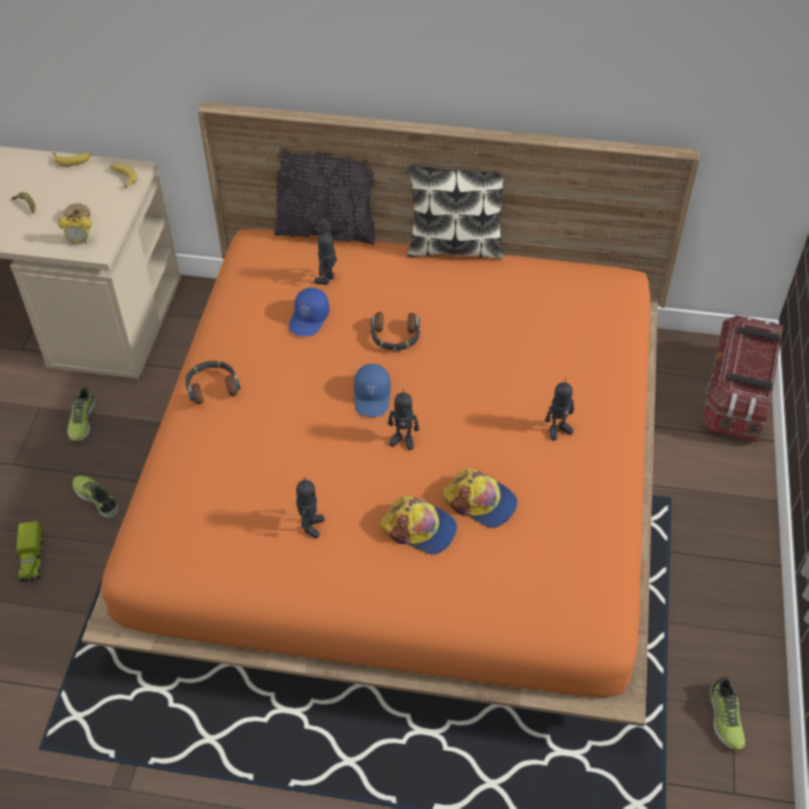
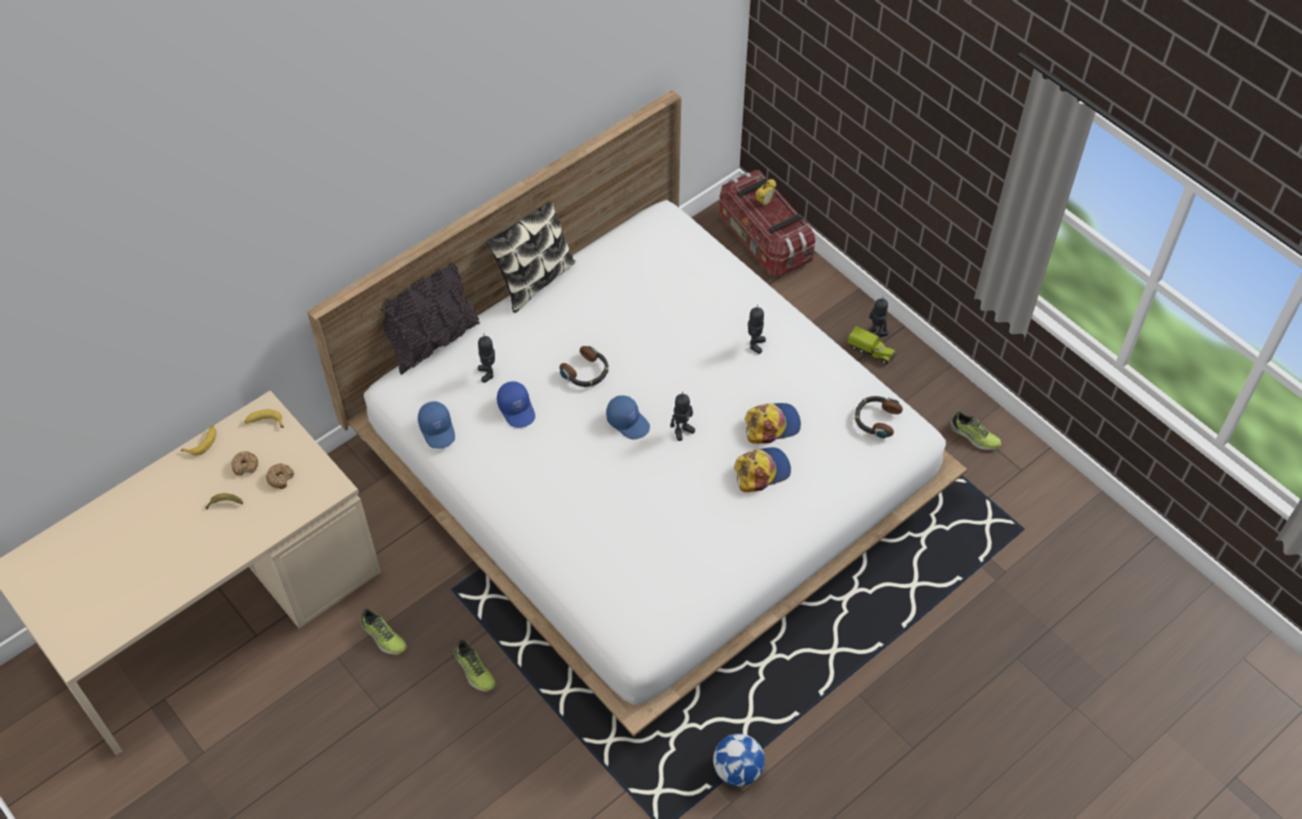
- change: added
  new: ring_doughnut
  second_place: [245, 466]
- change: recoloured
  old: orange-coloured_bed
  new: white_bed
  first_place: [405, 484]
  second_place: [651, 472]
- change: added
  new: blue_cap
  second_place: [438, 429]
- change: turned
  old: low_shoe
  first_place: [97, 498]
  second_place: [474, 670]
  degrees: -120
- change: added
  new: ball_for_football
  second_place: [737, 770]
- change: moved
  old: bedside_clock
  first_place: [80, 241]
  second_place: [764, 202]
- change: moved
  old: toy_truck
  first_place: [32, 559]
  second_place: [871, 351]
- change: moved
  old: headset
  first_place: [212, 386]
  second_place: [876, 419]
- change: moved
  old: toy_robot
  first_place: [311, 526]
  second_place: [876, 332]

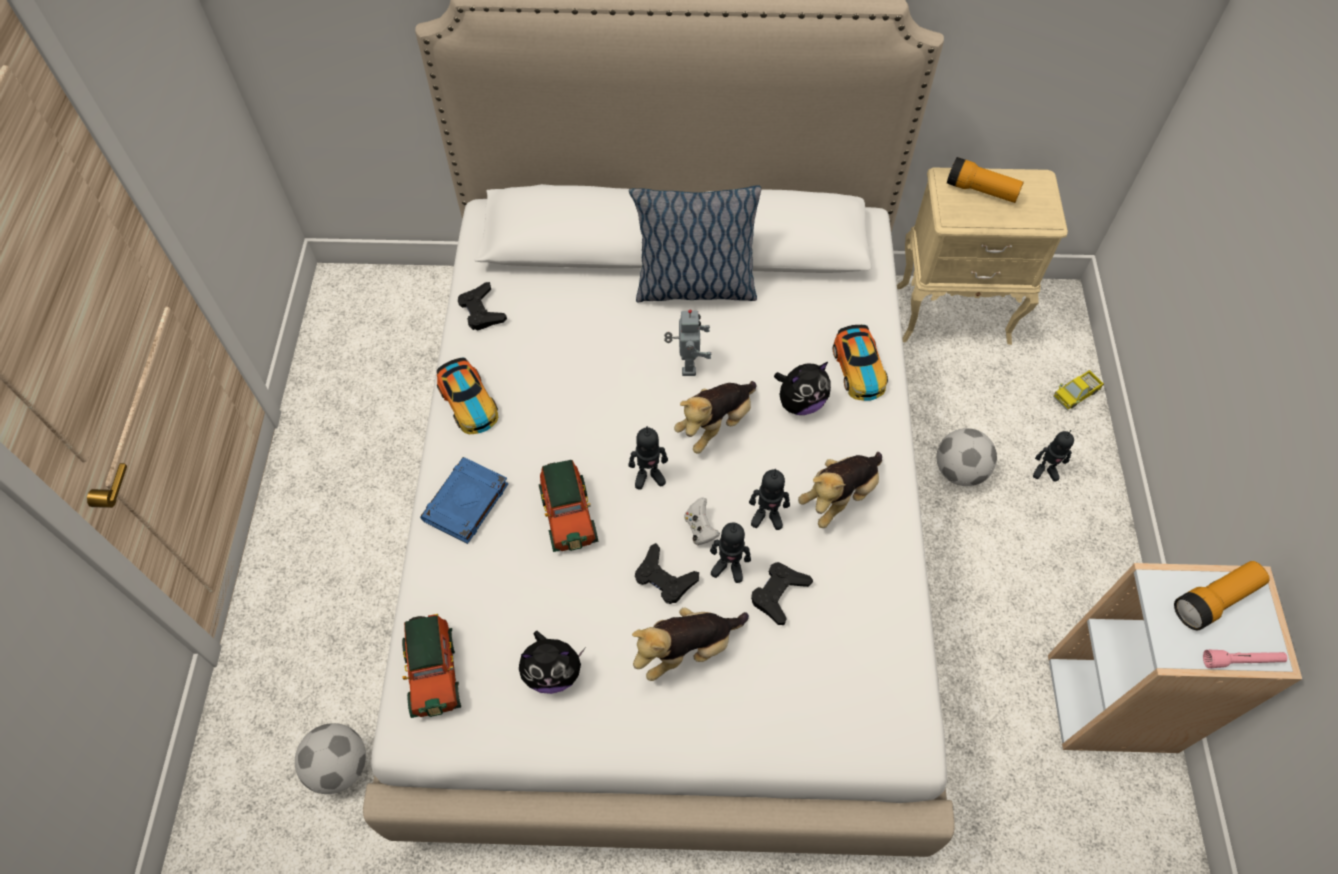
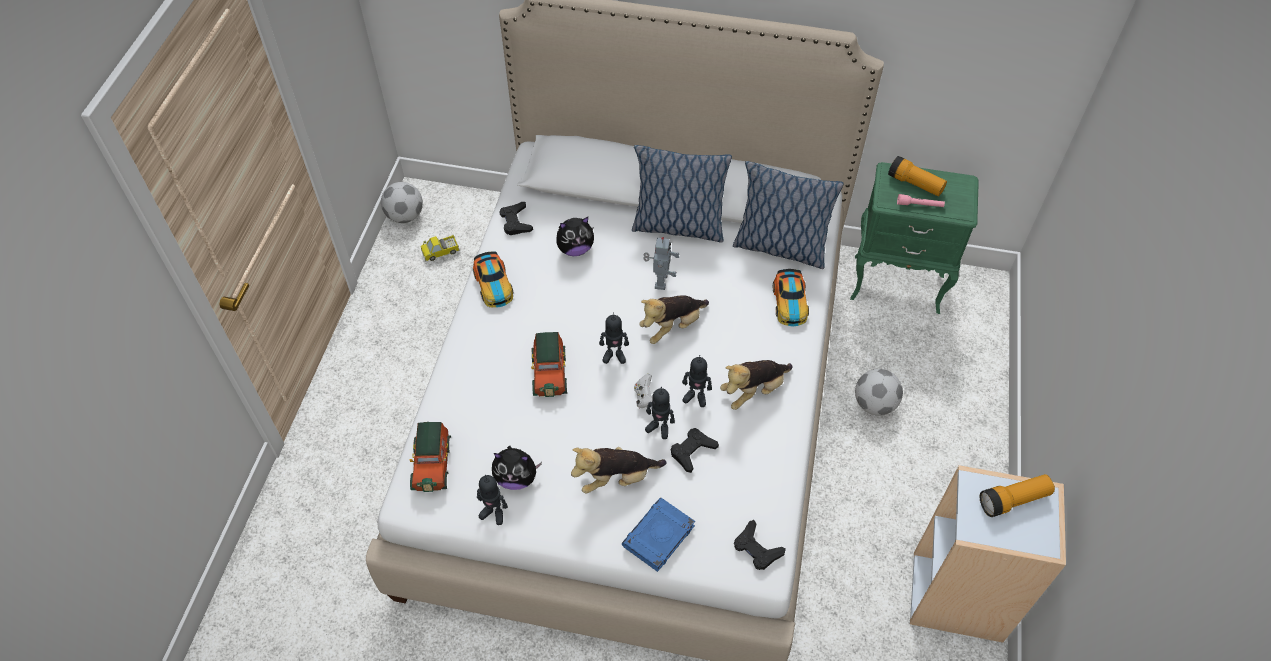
- change: moved
  old: ball_for_football
  first_place: [339, 766]
  second_place: [405, 216]
- change: moved
  old: toy_truck
  first_place: [1075, 394]
  second_place: [440, 252]
- change: moved
  old: toy_robot
  first_place: [1045, 471]
  second_place: [493, 513]
- change: moved
  old: soft_toy
  first_place: [800, 402]
  second_place: [575, 249]
- change: moved
  old: blue_bound_book
  first_place: [465, 503]
  second_place: [658, 537]
- change: added
  new: cushion
  second_place: [779, 247]
- change: moved
  old: blackish_game_controller
  first_place: [664, 578]
  second_place: [757, 549]
- change: recoloured
  old: beige_nightstand
  new: green_nightstand
  first_place: [953, 314]
  second_place: [897, 284]
- change: moved
  old: pink_torch
  first_place: [1241, 661]
  second_place: [919, 205]

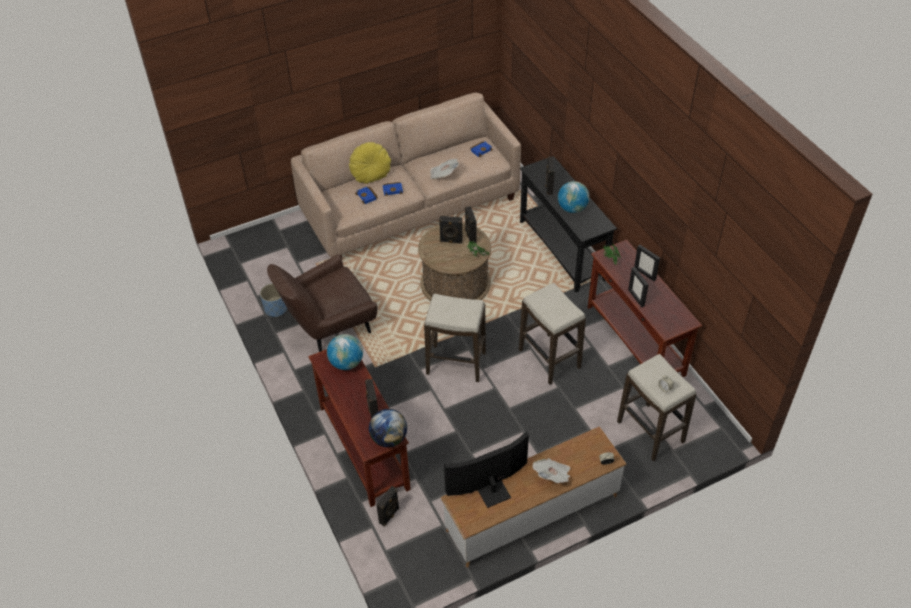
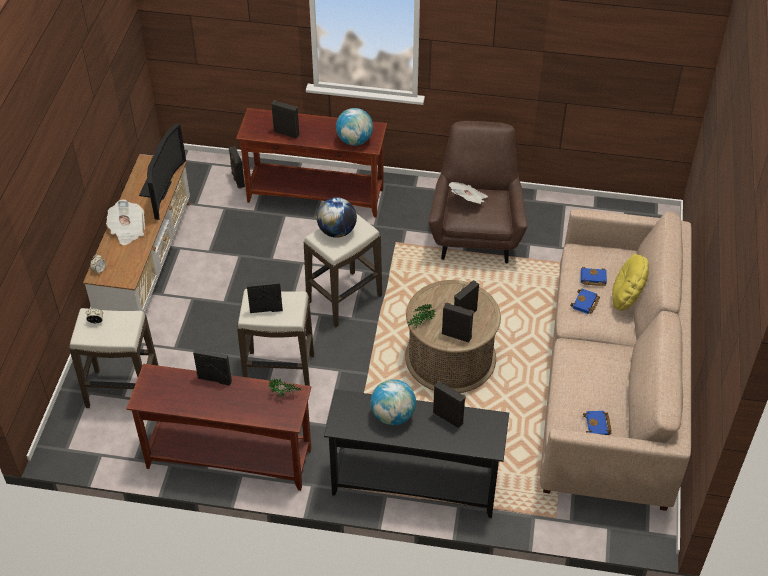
- change: moved
  old: picture_frame
  first_place: [645, 273]
  second_place: [266, 310]
- change: moved
  old: world_globe
  first_place: [389, 438]
  second_place: [337, 231]
- change: moved
  old: printed_paper
  first_place: [443, 175]
  second_place: [468, 200]
- change: removed
  old: blue_flower_pot
  first_place: [276, 309]

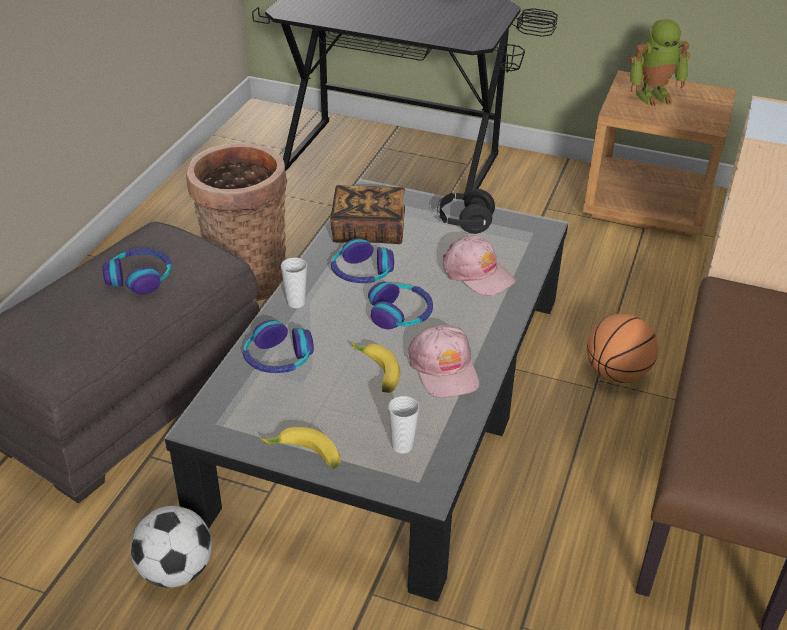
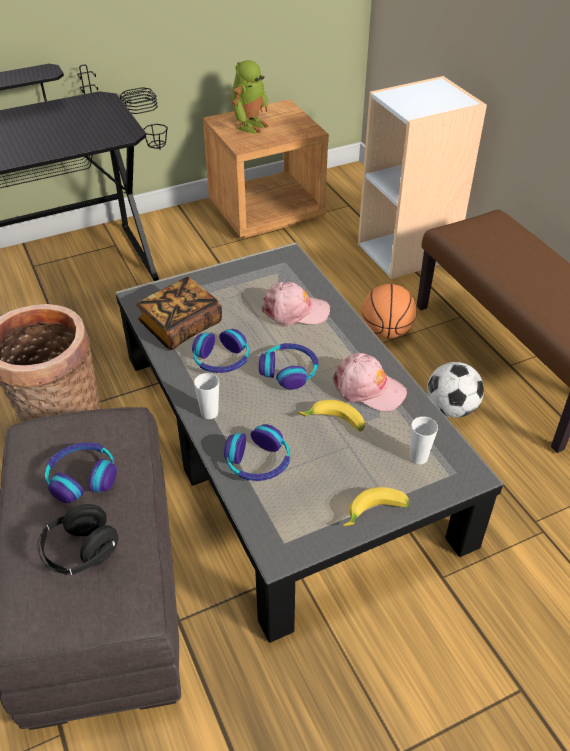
- change: moved
  old: blackish_headset
  first_place: [464, 223]
  second_place: [80, 552]
- change: moved
  old: ball_for_football
  first_place: [176, 570]
  second_place: [451, 409]

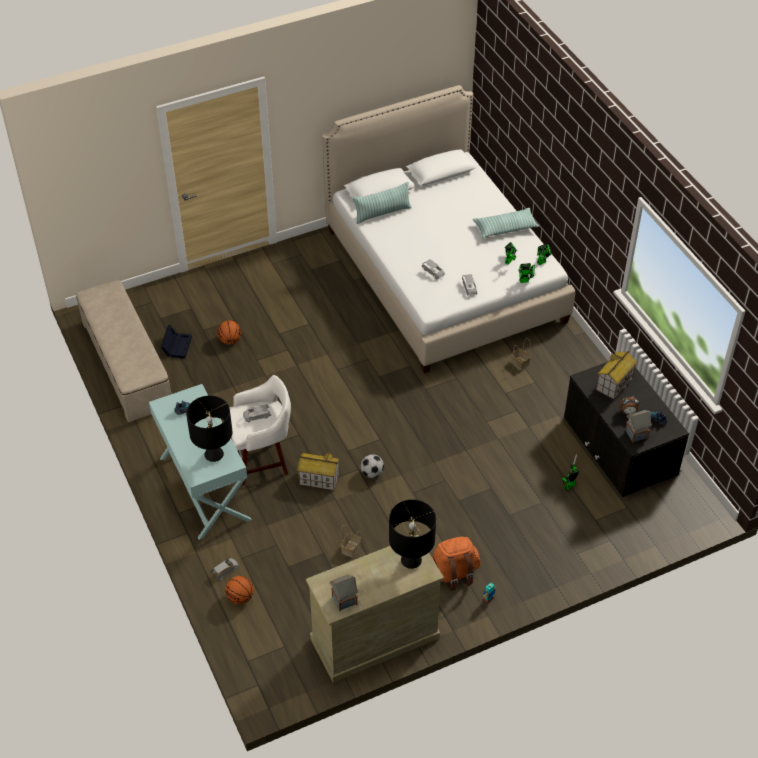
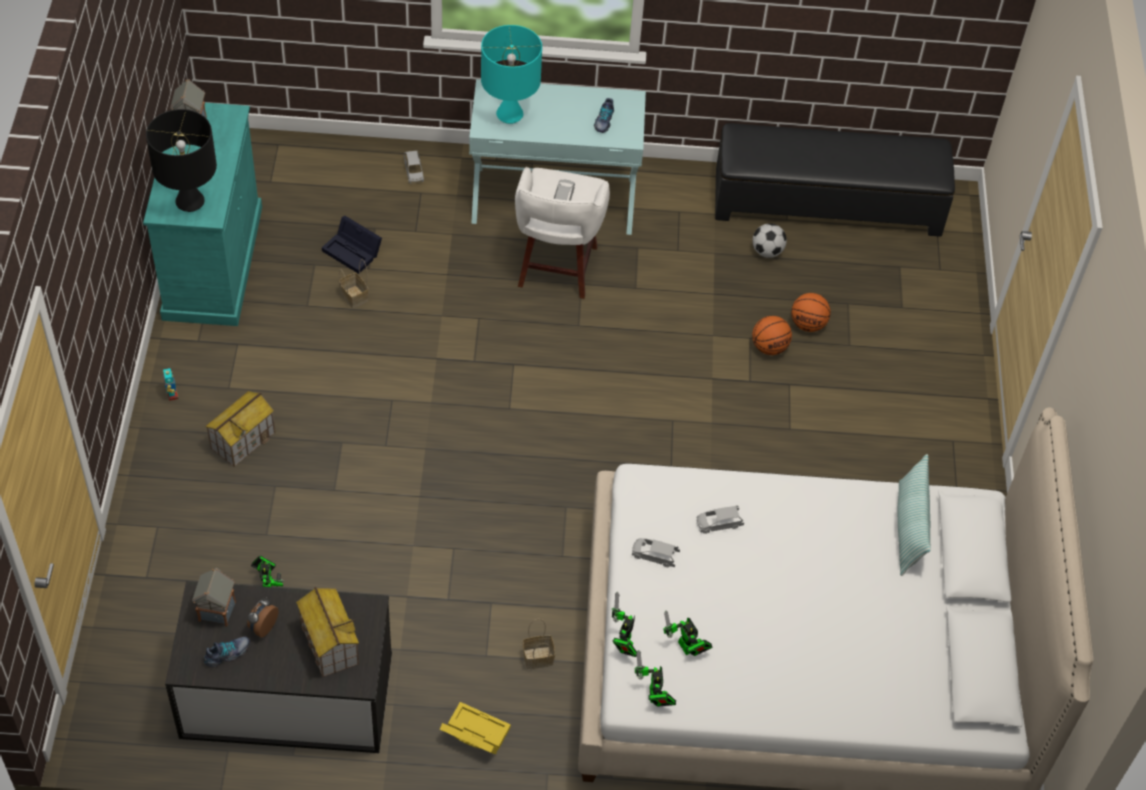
- change: recoloured
  old: beige_chest_of_drawers
  new: turquoise_chest_of_drawers
  first_place: [374, 639]
  second_place: [212, 261]
- change: moved
  old: miniature_house
  first_place: [318, 479]
  second_place: [243, 440]
- change: moved
  old: blackish_storage_container
  first_place: [177, 345]
  second_place: [353, 251]
- change: added
  new: yellowish_storage_container
  second_place: [473, 733]
- change: recoloured
  old: blackish_table_lamp
  new: turquoise_table_lamp
  first_place: [214, 455]
  second_place: [509, 116]
- change: recoloured
  old: beige_indoor_bench
  new: blackish_indoor_bench
  first_place: [126, 363]
  second_place: [828, 202]
- change: moved
  old: ball_for_football
  first_place: [372, 473]
  second_place: [767, 251]
- change: moved
  old: basketball
  first_place: [240, 597]
  second_place: [769, 347]
- change: removed
  old: orange-coloured_knapsack
  first_place: [453, 574]
- change: removed
  old: cushion
  first_place: [505, 228]

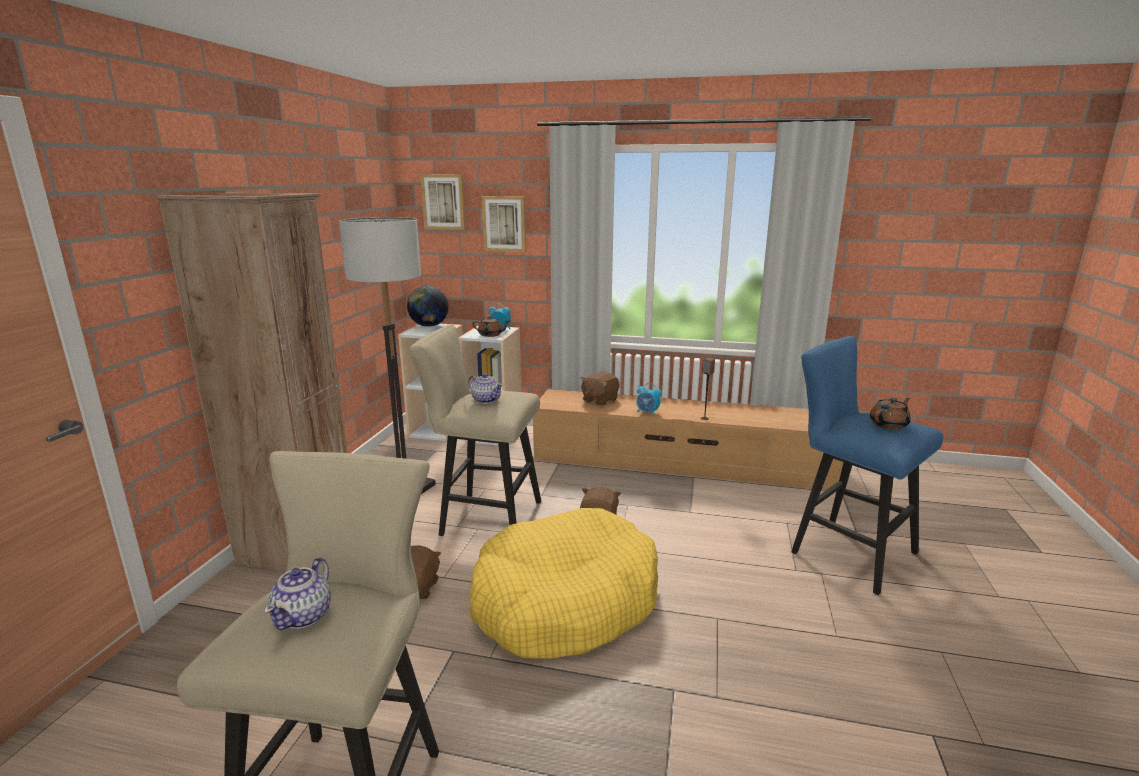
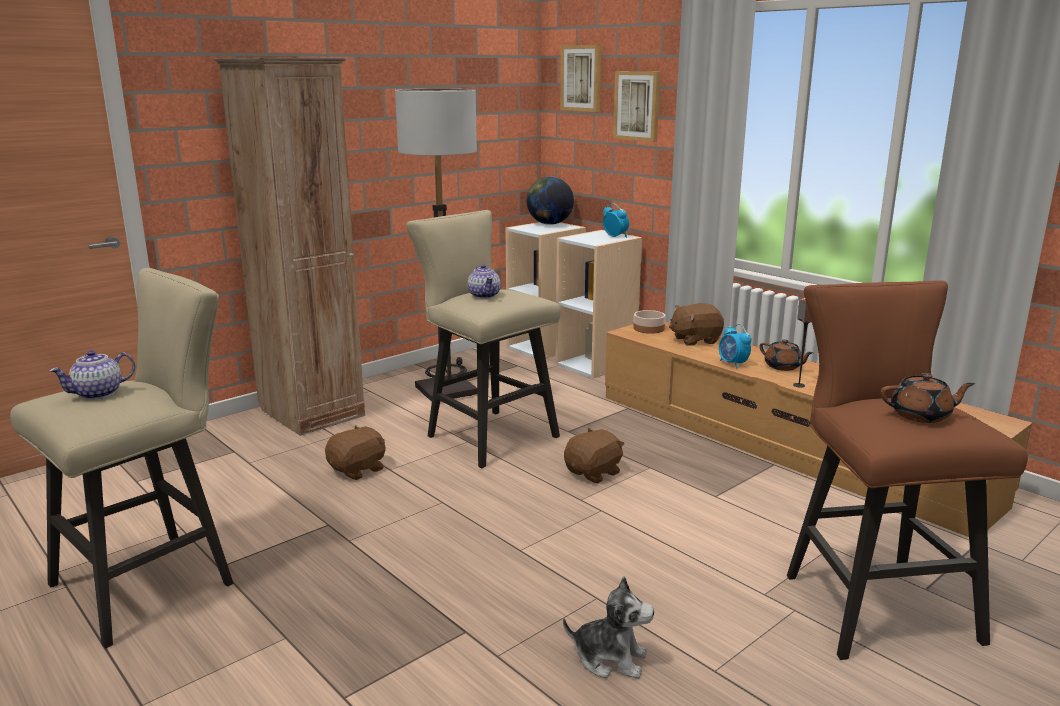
- change: added
  new: soft_toy
  second_place: [610, 658]
- change: added
  new: bowl
  second_place: [649, 328]
- change: moved
  old: brown_teapot
  first_place: [491, 335]
  second_place: [783, 367]
- change: recoloured
  old: blue_stool_seat
  new: brown_stool_seat
  first_place: [844, 550]
  second_place: [871, 601]
- change: removed
  old: yellowish_dog_bed
  first_place: [565, 601]

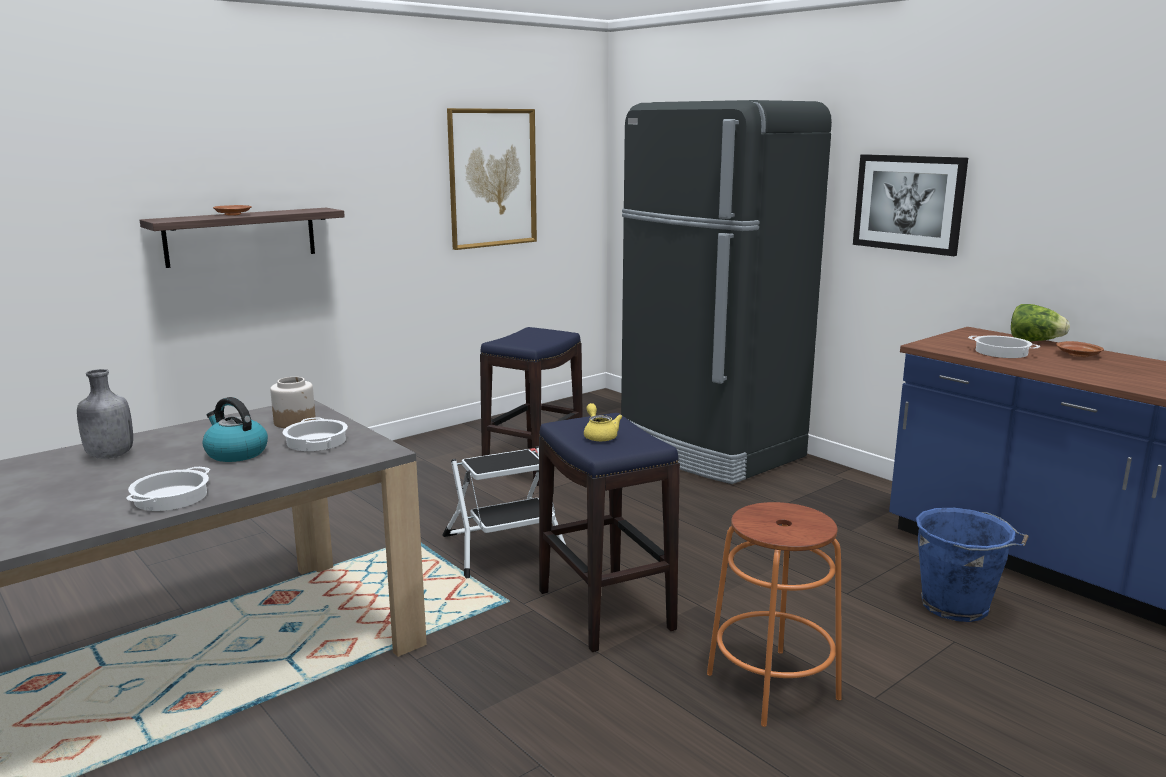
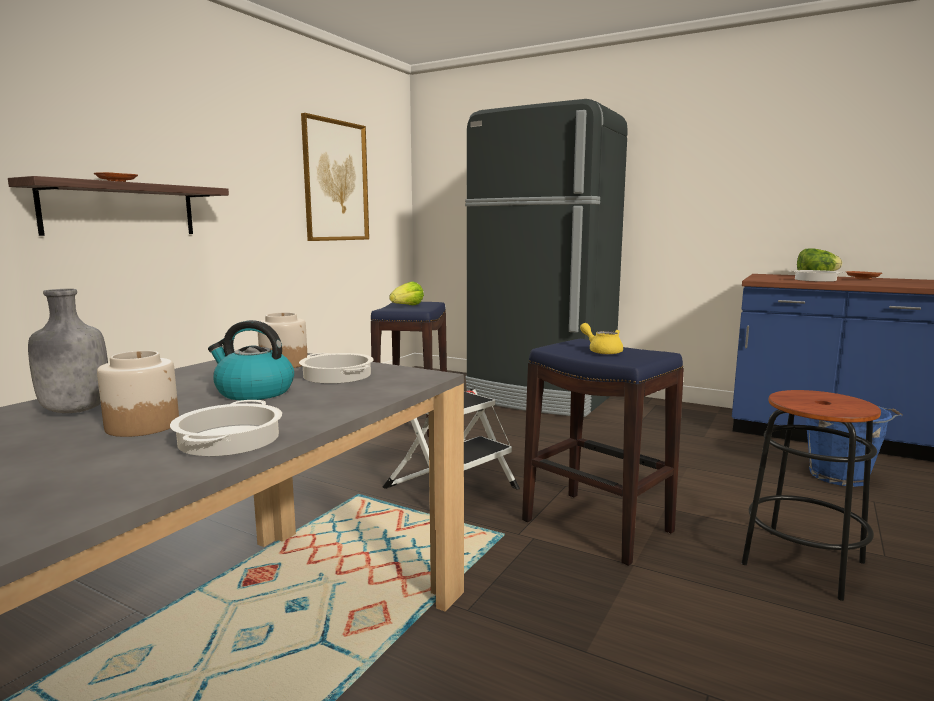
- change: added
  new: jar
  second_place: [142, 425]
- change: added
  new: lettuce
  second_place: [407, 306]
- change: recoloured
  old: orange-coloured_stool_seat
  new: blackish_stool_seat
  first_place: [772, 686]
  second_place: [803, 563]
- change: removed
  old: wall_picture
  first_place: [908, 203]

